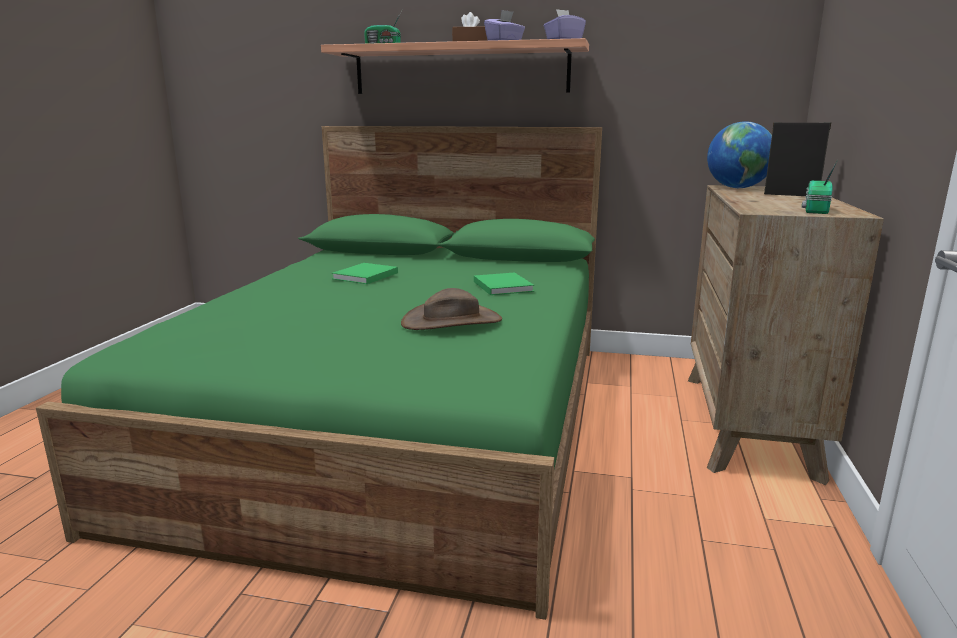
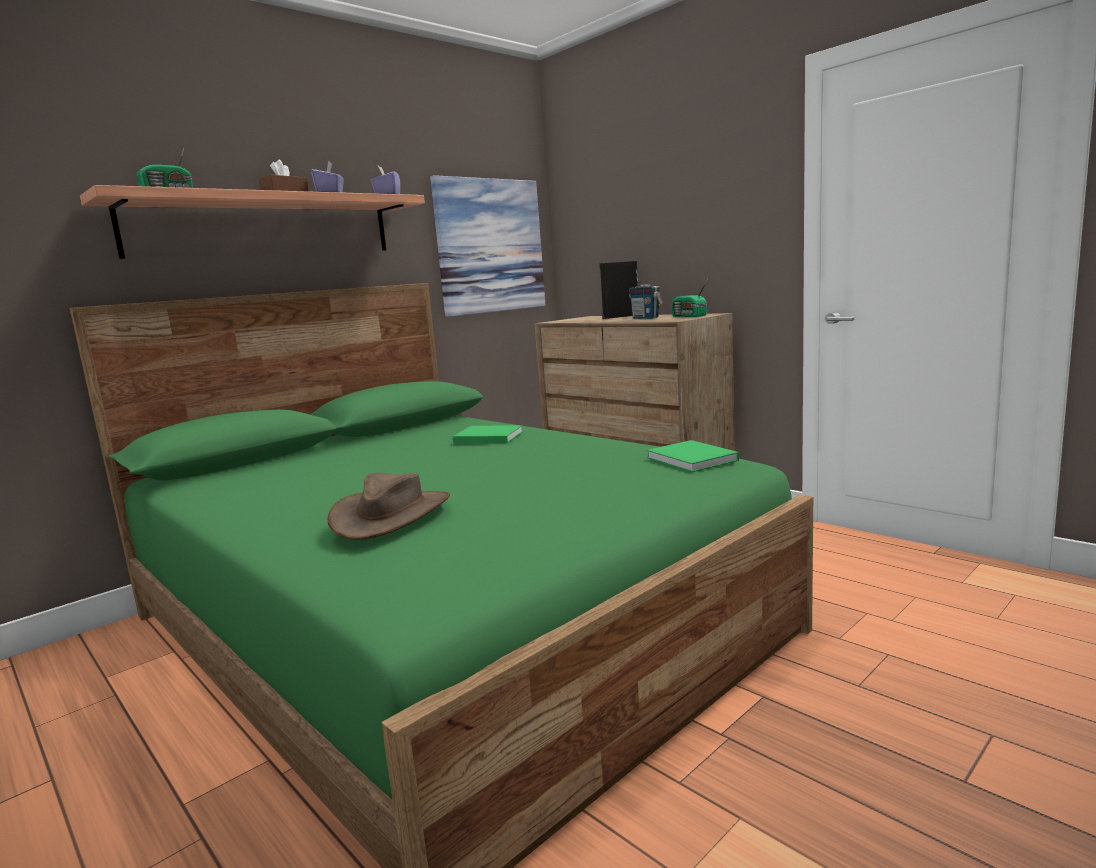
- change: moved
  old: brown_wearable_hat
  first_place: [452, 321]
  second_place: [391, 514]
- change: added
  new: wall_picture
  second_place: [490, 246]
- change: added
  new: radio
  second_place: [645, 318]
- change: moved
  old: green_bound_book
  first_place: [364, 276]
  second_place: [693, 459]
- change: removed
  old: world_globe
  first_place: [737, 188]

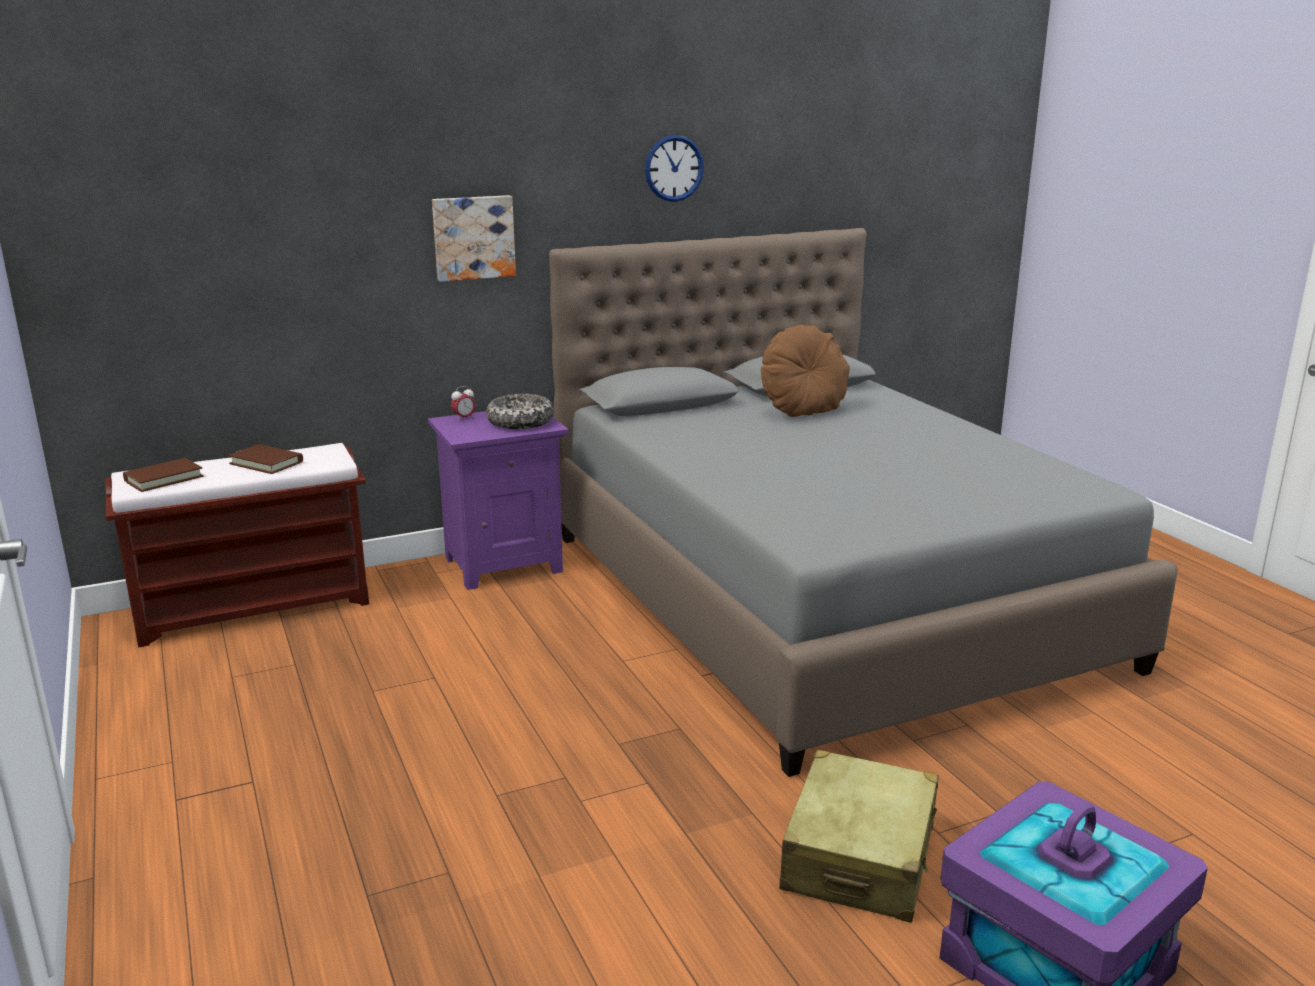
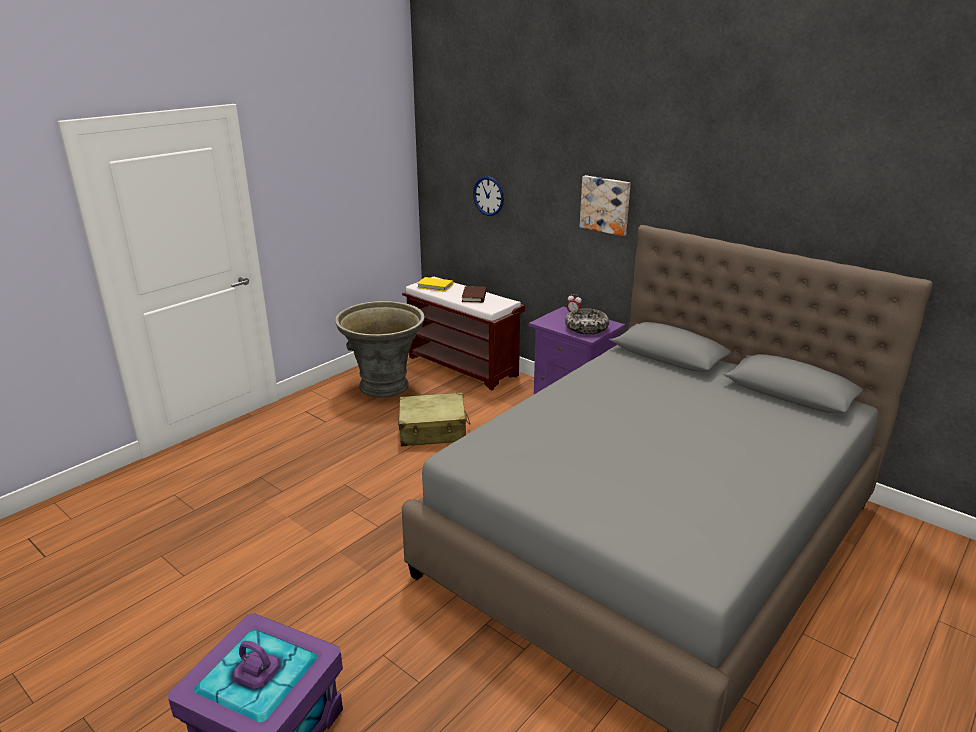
- change: added
  new: gray_flower_pot
  second_place: [384, 387]
- change: moved
  old: beige_travel_case
  first_place: [859, 857]
  second_place: [433, 430]
- change: recoloured
  old: brown_bound_book
  new: yellowish_bound_book
  first_place: [164, 478]
  second_place: [435, 286]
- change: moved
  old: hanging_clock
  first_place: [674, 168]
  second_place: [488, 196]
- change: removed
  old: brown_cushion
  first_place: [803, 412]

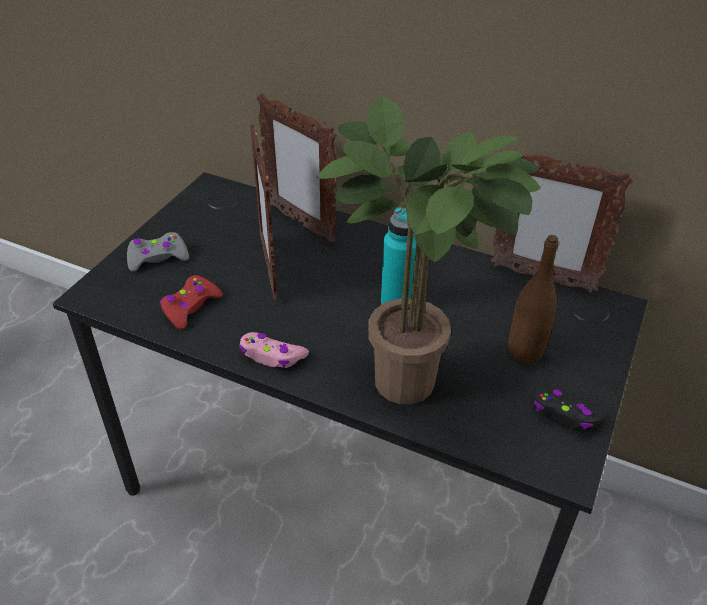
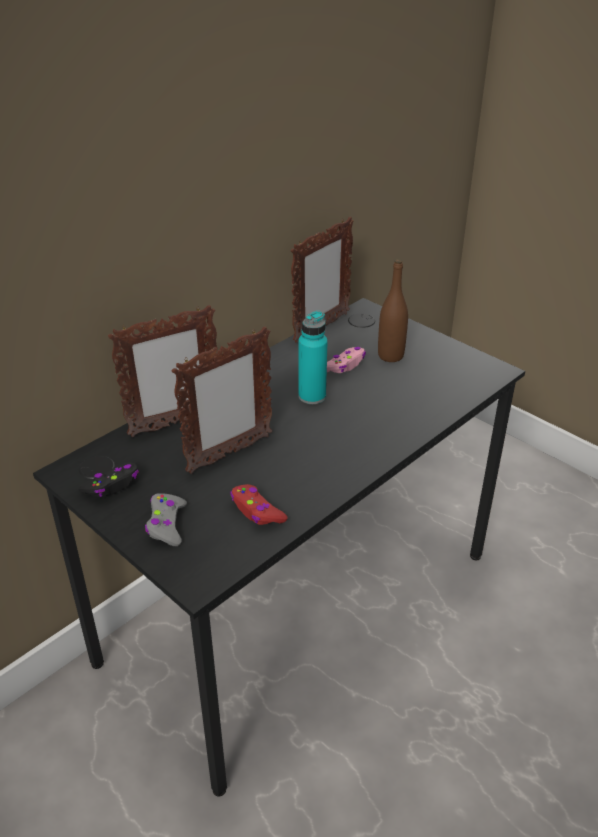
- change: moved
  old: blackish_game_controller
  first_place: [564, 414]
  second_place: [112, 485]
- change: turned
  old: picture_frame
  first_place: [269, 268]
  second_place: [229, 454]
  degrees: -45
- change: moved
  old: pink_game_controller
  first_place: [272, 356]
  second_place: [344, 365]
- change: removed
  old: potted_plant
  first_place: [416, 382]

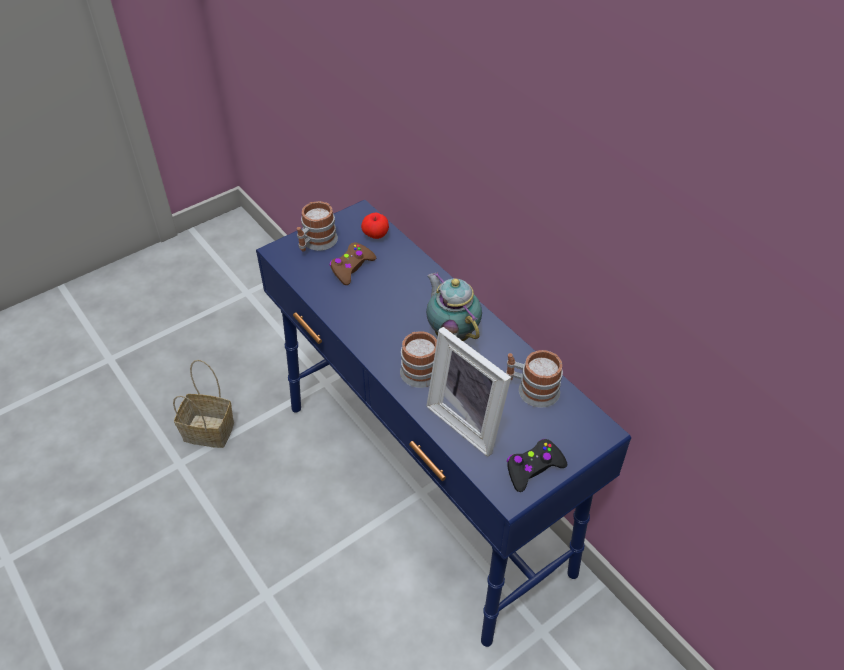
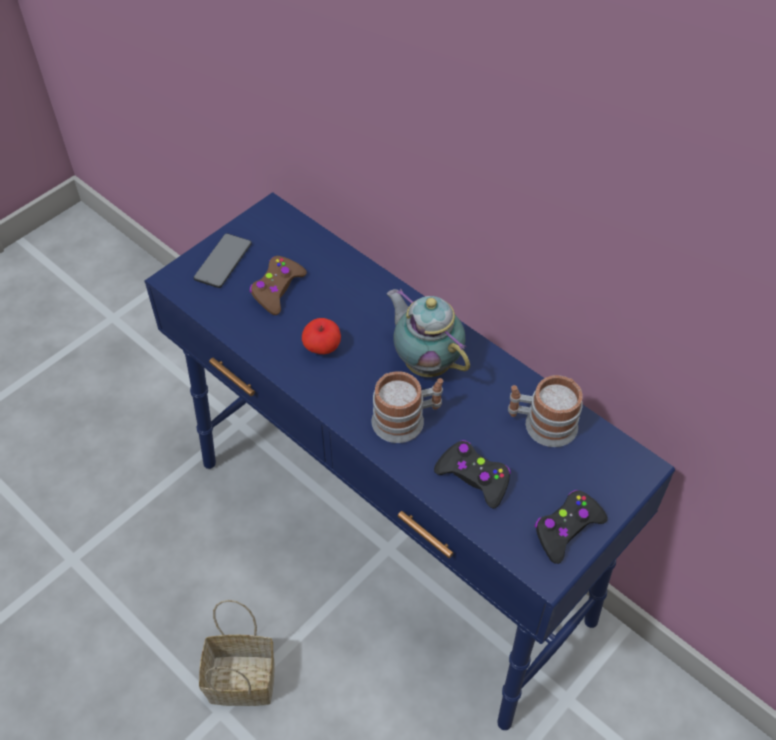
- change: replaced
  old: coffee_mug
  new: phone
  first_place: [316, 243]
  second_place: [223, 261]
- change: moved
  old: storage_basket
  first_place: [207, 432]
  second_place: [239, 682]
- change: moved
  old: apple
  first_place: [375, 235]
  second_place: [322, 348]
- change: replaced
  old: picture_frame
  new: blackish_game_controller
  first_place: [469, 420]
  second_place: [474, 477]

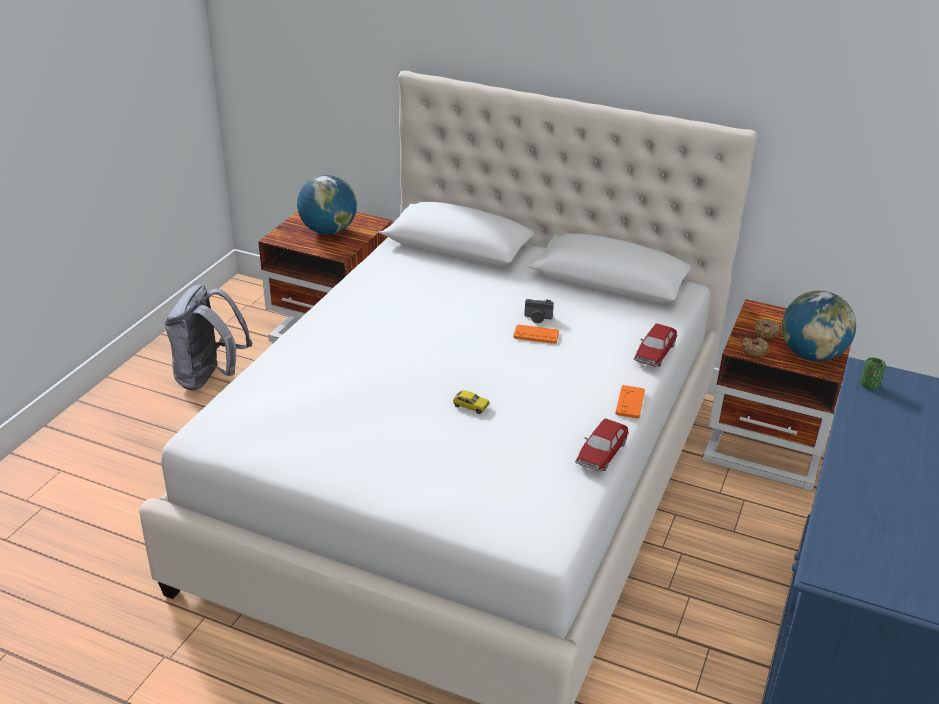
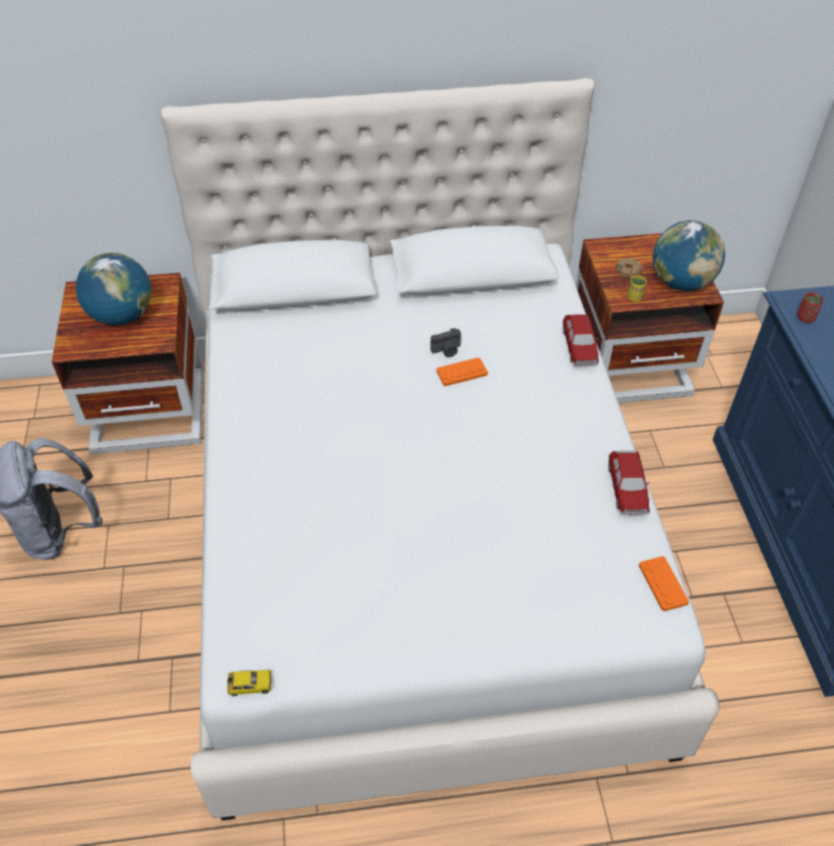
- change: moved
  old: model_car
  first_place: [471, 406]
  second_place: [250, 685]
- change: replaced
  old: ring_doughnut
  new: yellowish_cup
  first_place: [754, 351]
  second_place: [634, 298]
- change: moved
  old: orange-coloured_game_controller
  first_place: [630, 402]
  second_place: [663, 584]
- change: recoloured
  old: green_cup
  new: reddish_cup
  first_place: [869, 385]
  second_place: [805, 318]

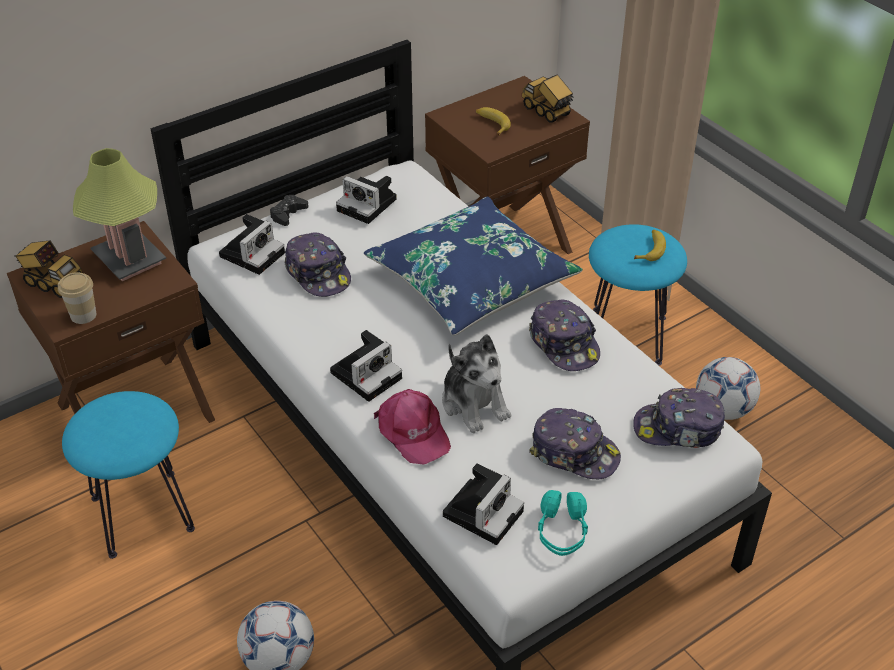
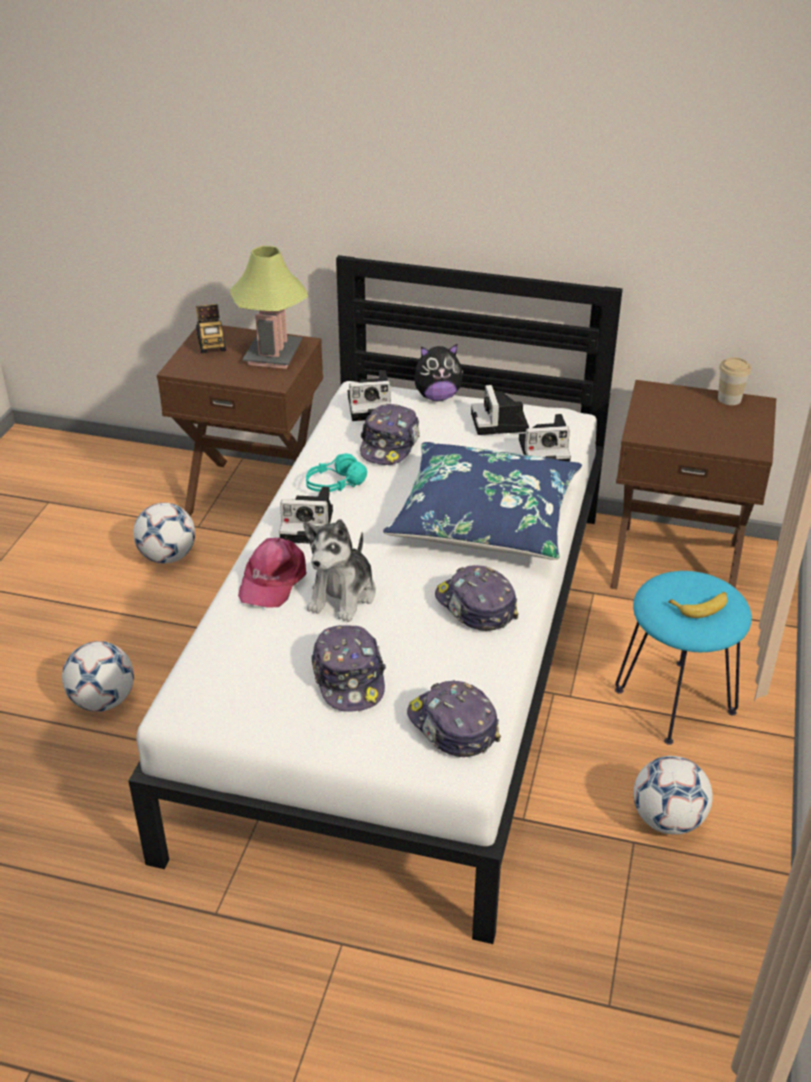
- change: replaced
  old: turquoise_stool_seat
  new: ball_for_football
  first_place: [142, 513]
  second_place: [168, 556]
- change: moved
  old: turquoise_headset
  first_place: [562, 531]
  second_place: [335, 485]
- change: replaced
  old: blackish_game_controller
  new: soft_toy
  first_place: [288, 214]
  second_place: [437, 396]
- change: turned
  old: cap
  first_place: [564, 344]
  second_place: [475, 607]
  degrees: 120
- change: moved
  old: still_camera
  first_place: [483, 511]
  second_place: [546, 452]
- change: moved
  old: cup
  first_place: [83, 315]
  second_place: [729, 399]
- change: removed
  old: banana_fruit
  first_place: [492, 124]
- change: removed
  old: toy_truck
  first_place: [547, 112]

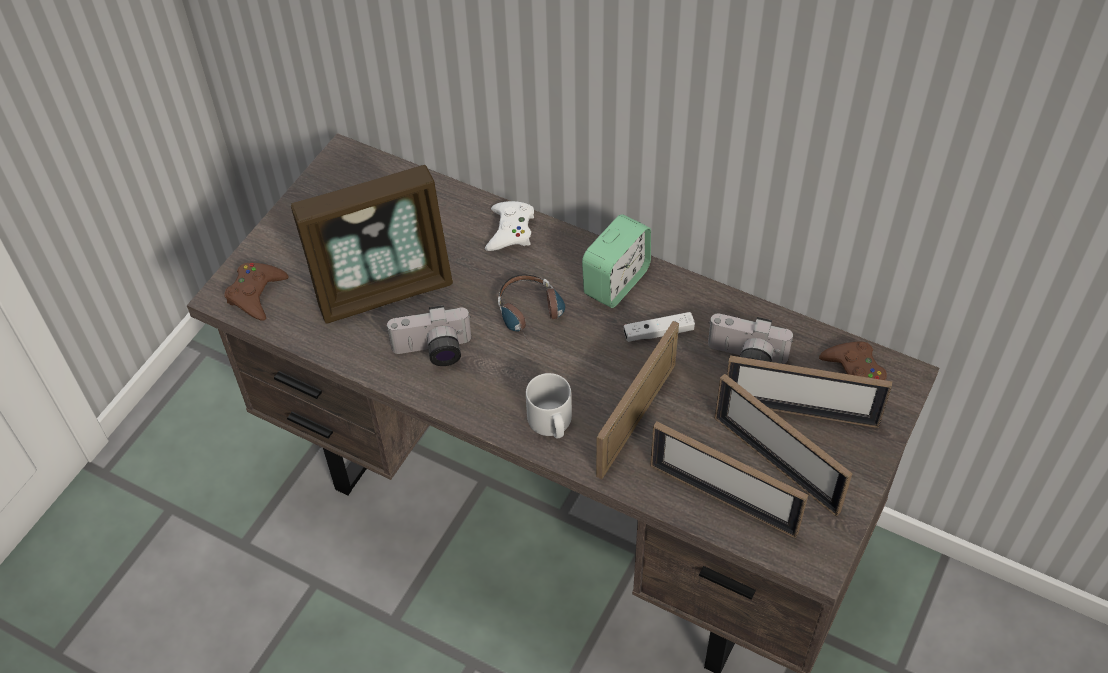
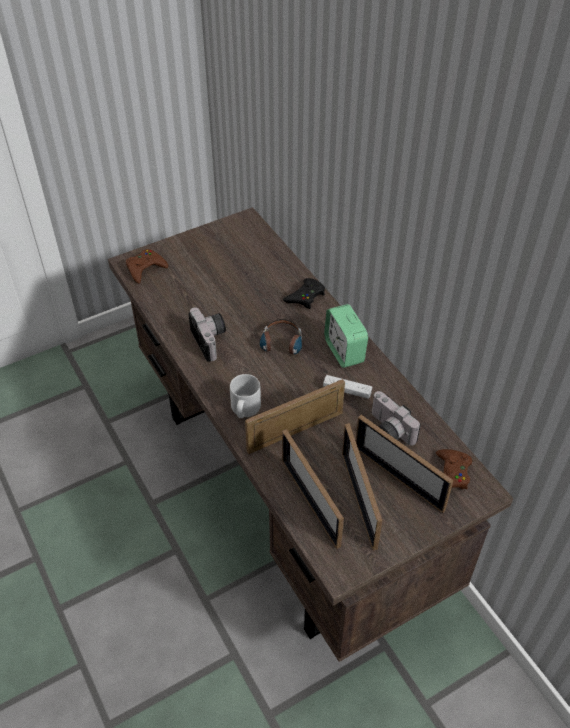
- change: turned
  old: still_camera
  first_place: [433, 352]
  second_place: [211, 340]
  degrees: -135
- change: recoloured
  old: white_game_controller
  new: blackish_game_controller
  first_place: [510, 230]
  second_place: [305, 296]
- change: turned
  old: bedside_clock
  first_place: [616, 282]
  second_place: [344, 351]
  degrees: 90
- change: removed
  old: picture_frame
  first_place: [384, 289]

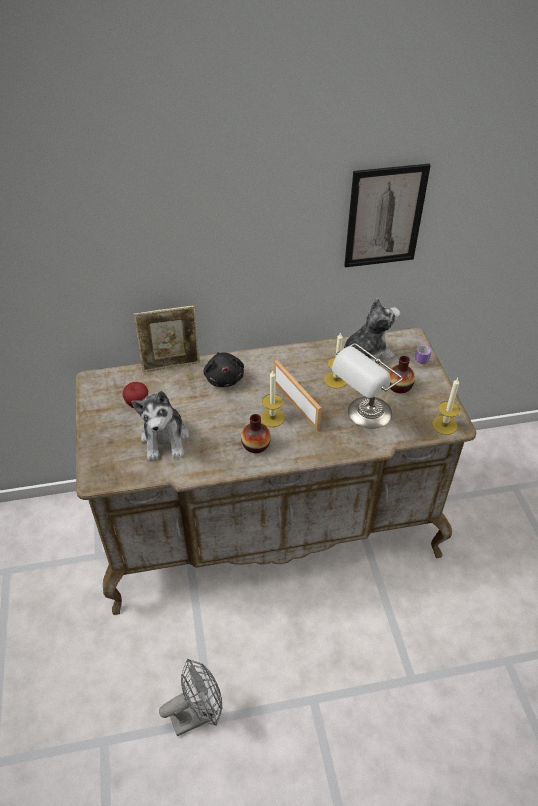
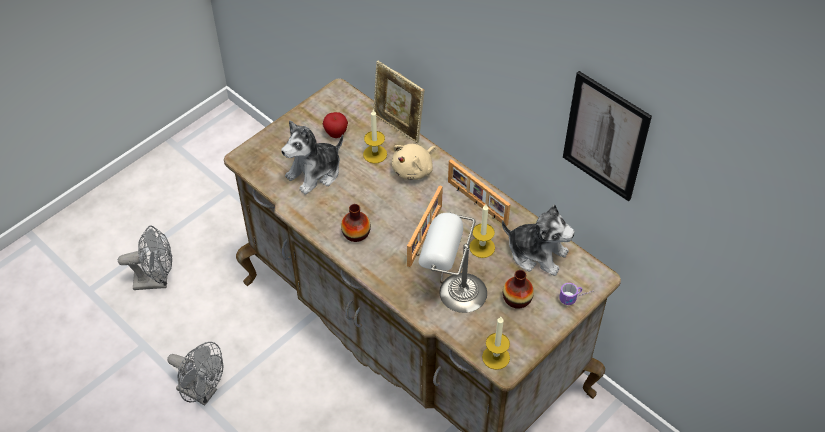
- change: added
  new: gray_fan
  second_place: [157, 281]
- change: moved
  old: wax_light
  first_place: [272, 418]
  second_place: [375, 154]
- change: recoloured
  old: blackish_soft_toy
  new: beige_soft_toy
  first_place: [224, 378]
  second_place: [414, 170]
- change: added
  new: picture_frame
  second_place: [476, 203]

